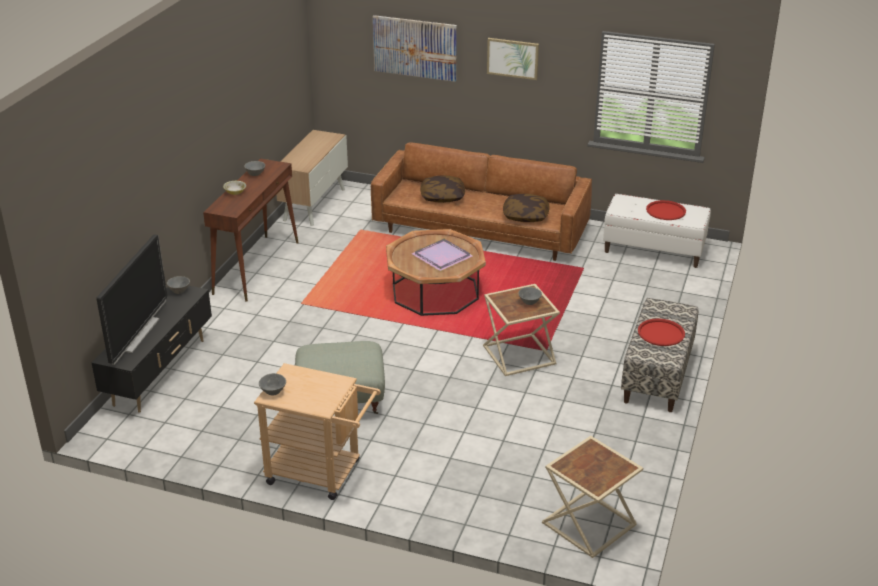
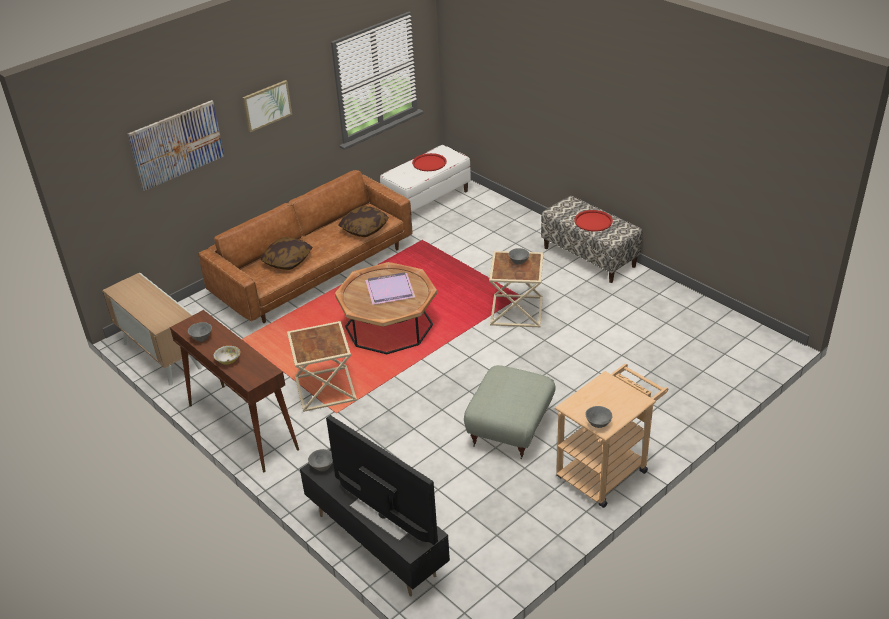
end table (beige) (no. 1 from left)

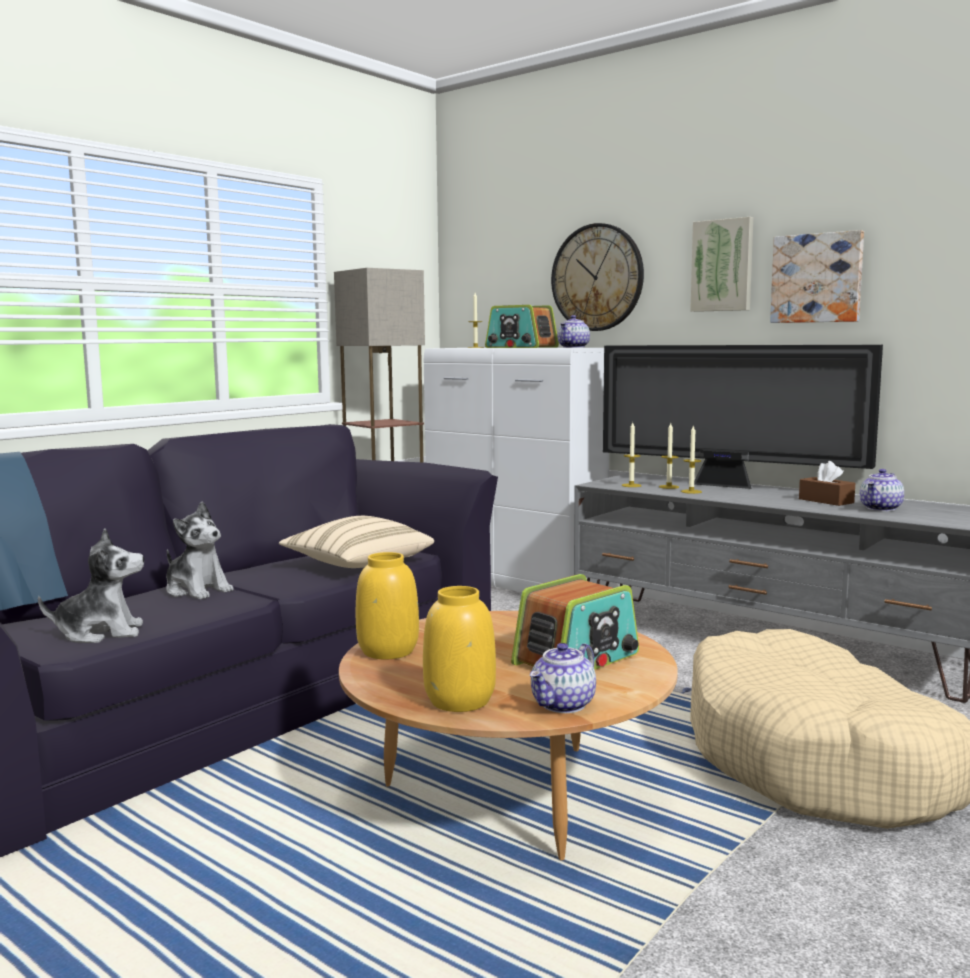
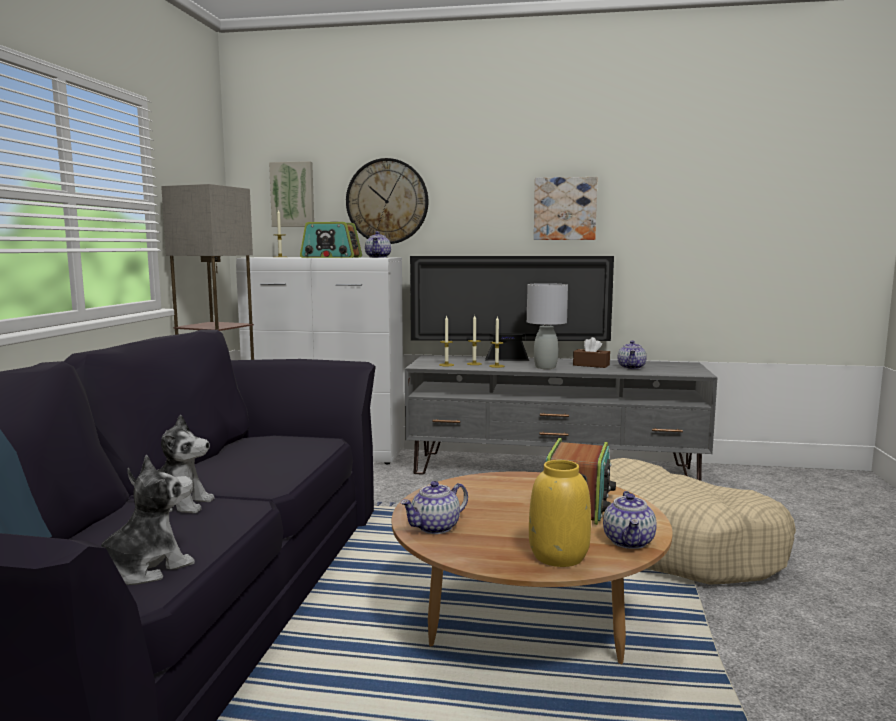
pillow (beige)
table lamp (greyish)
wall picture (no. 1 from left)
tea pot (no. 2 from left)

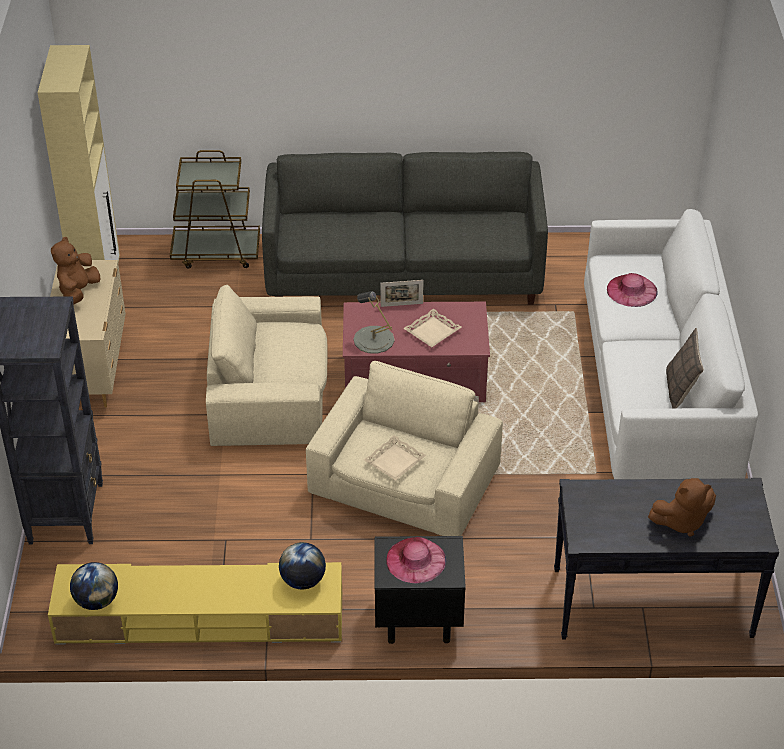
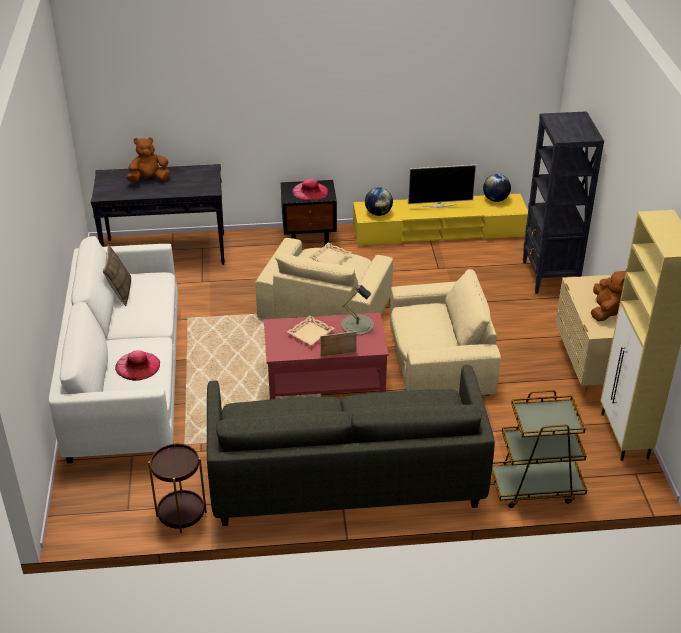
end table (brownish)
TV

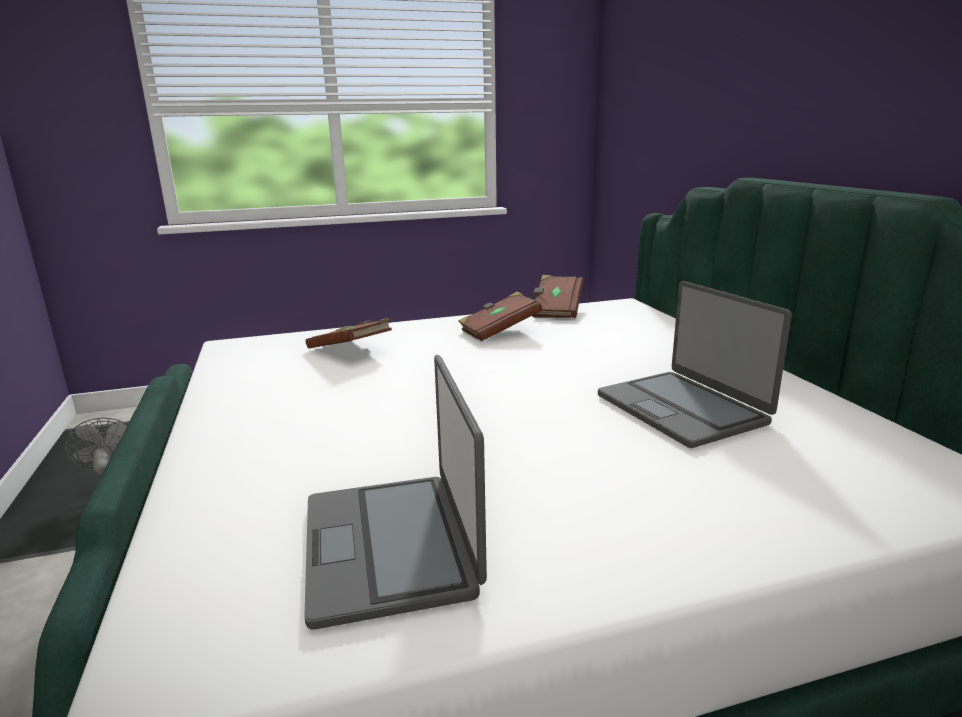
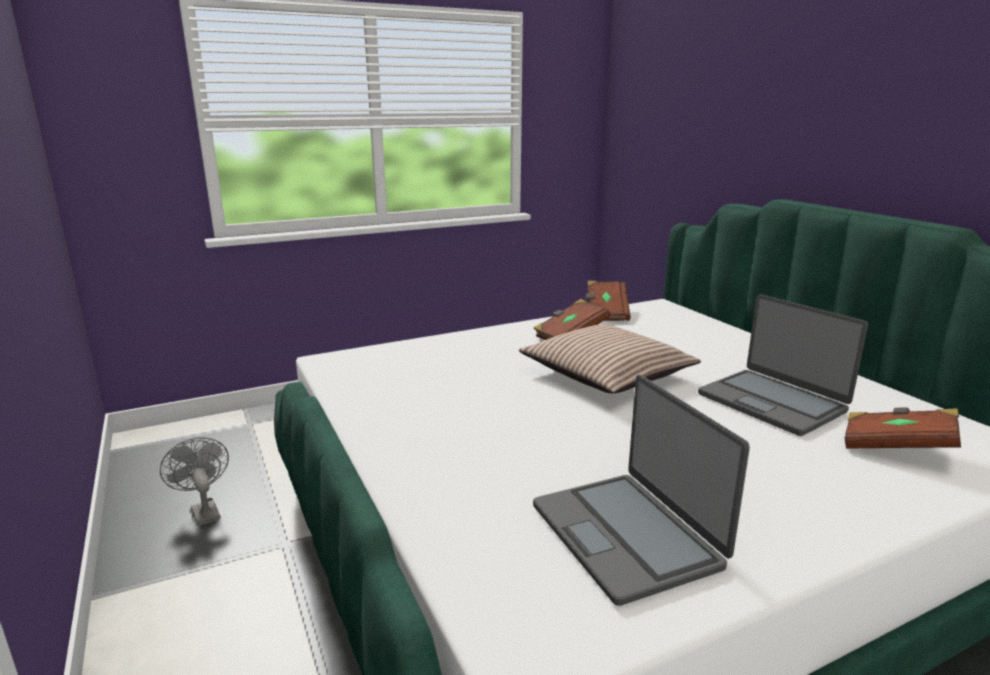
pillow
volume (brownish) (no. 3 from left)

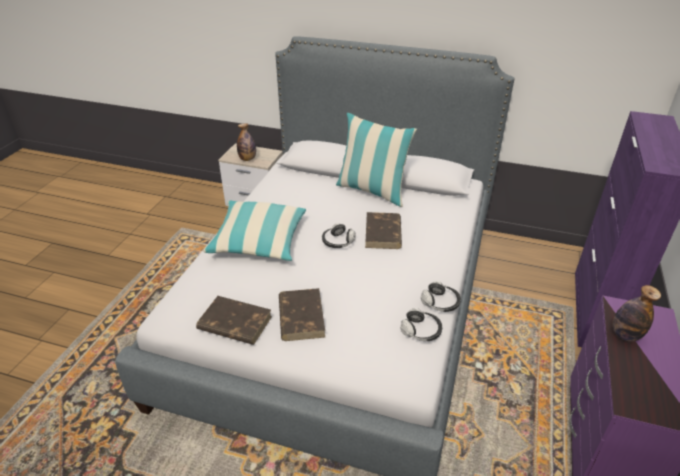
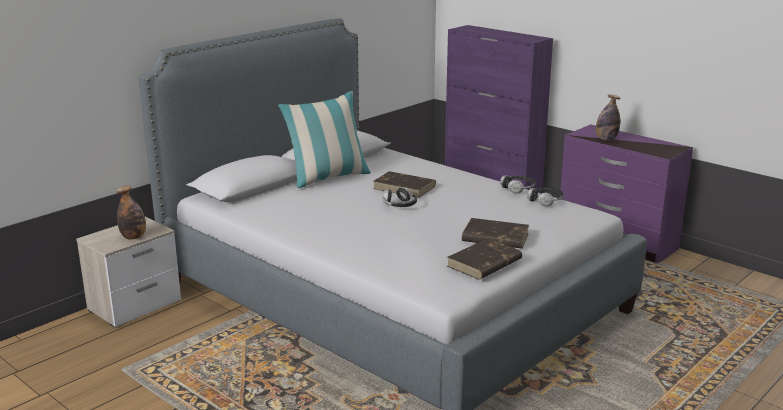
pillow (no. 1 from left in the first image)

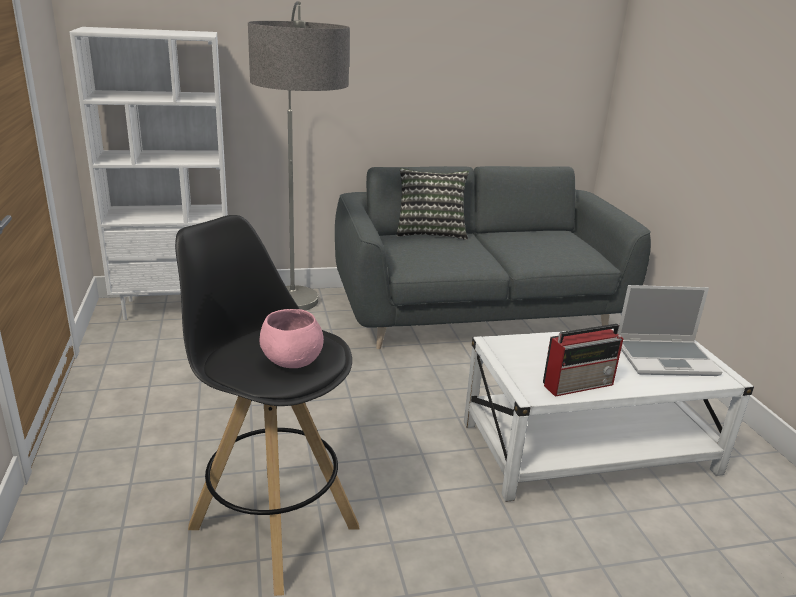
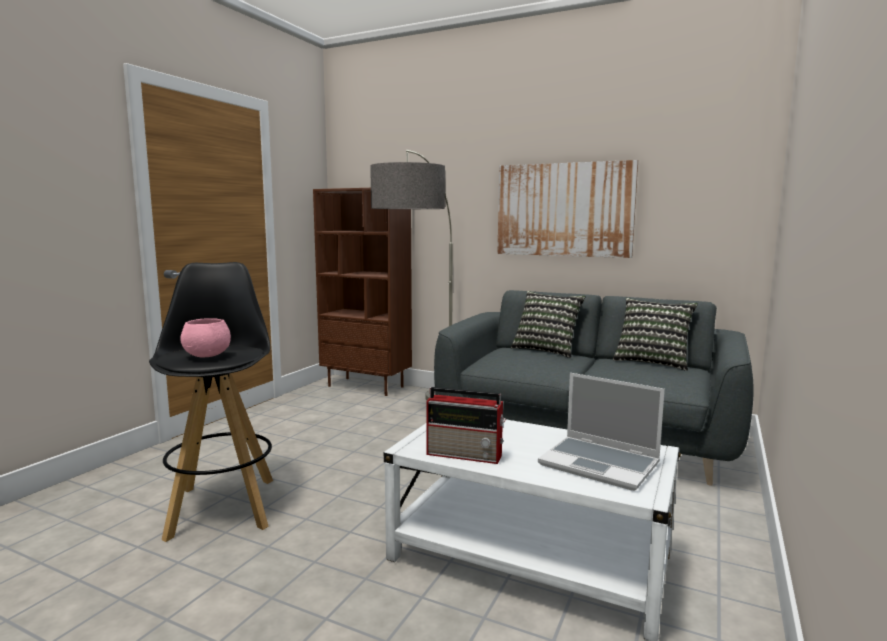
wall picture
pillow (no. 2 from left)
bookcase (brownish)

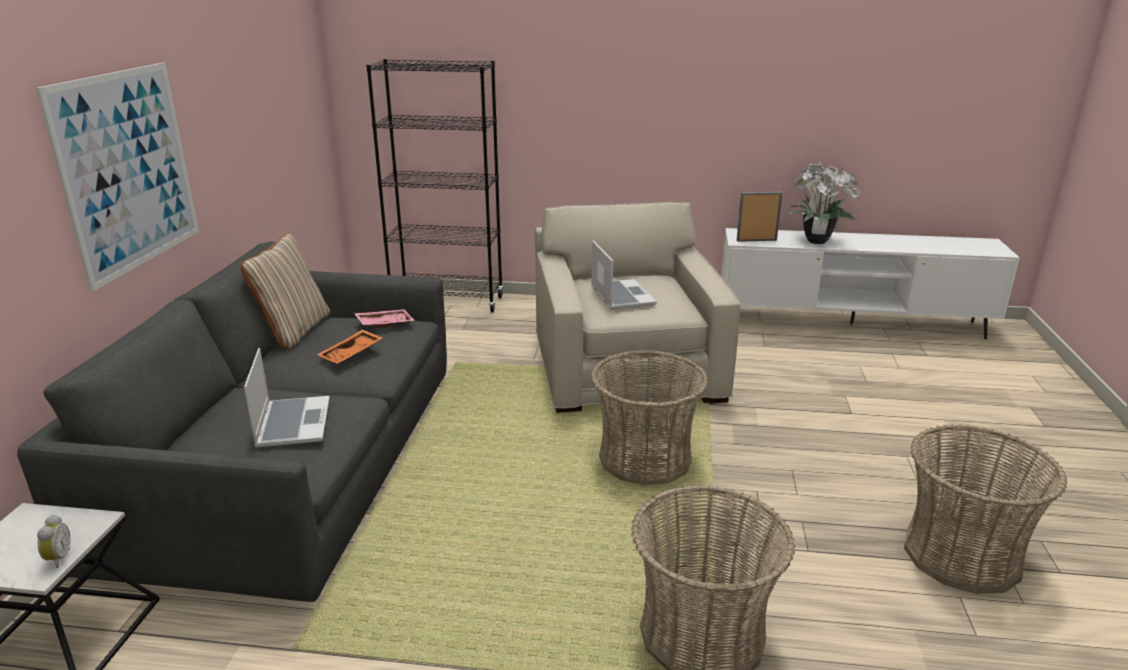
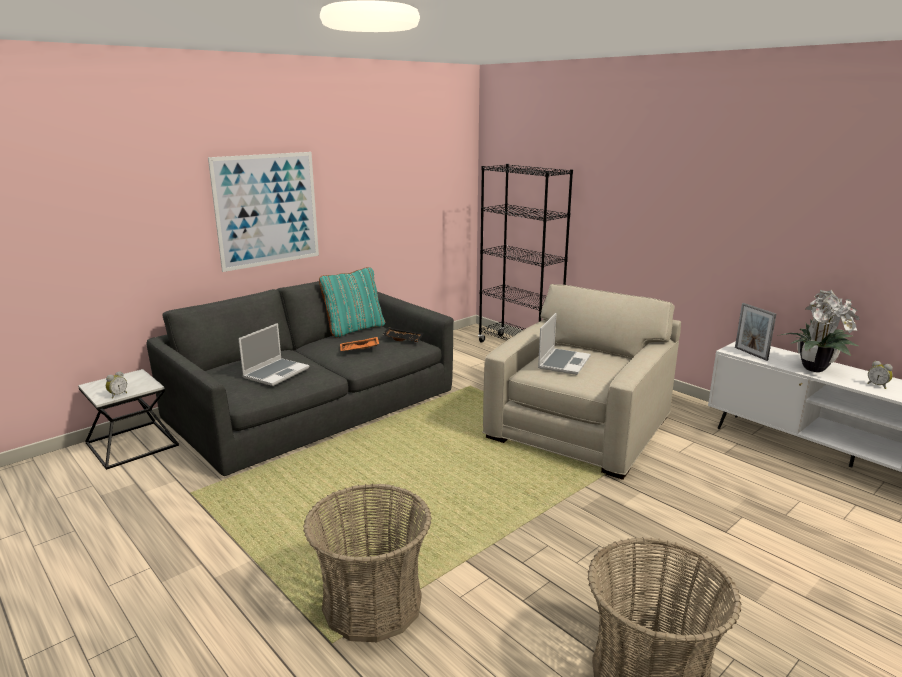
basket (no. 1 from left in the first image)
bedside clock (no. 2 from left)
pillow (turquoise-coloured)
carrying tray (black)
photo frame

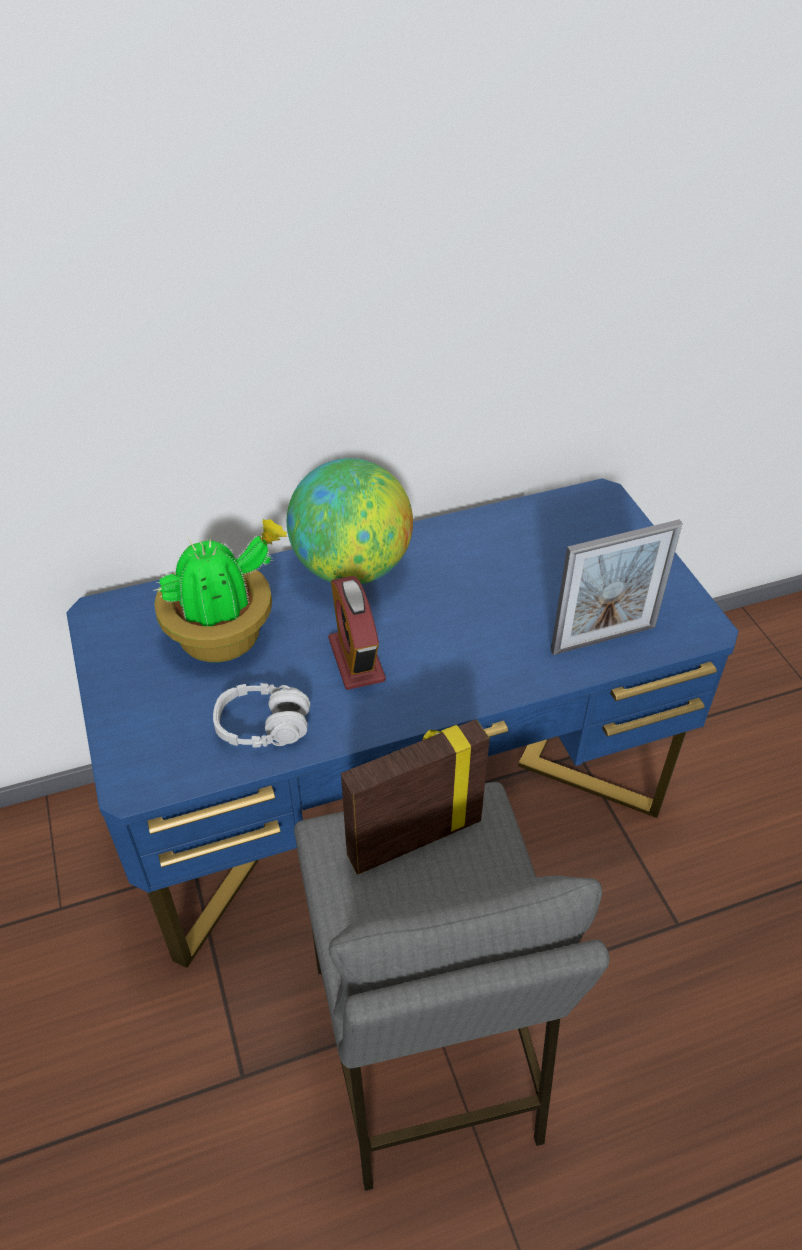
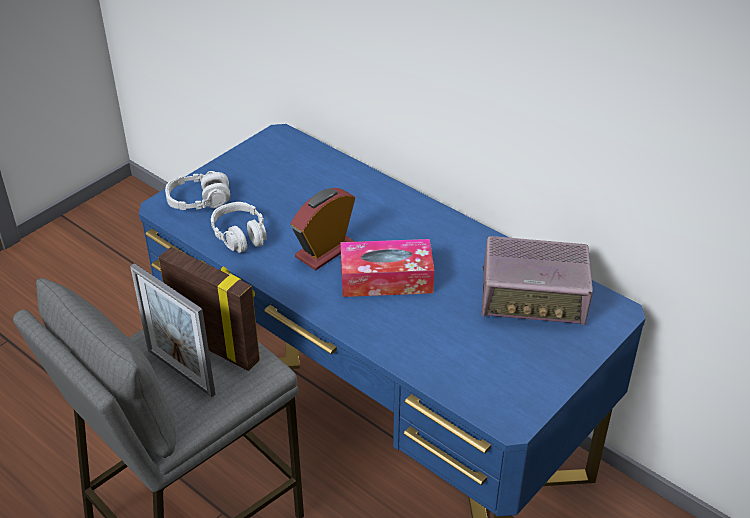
potted plant
world globe
headset (greyish) (no. 1 from left)
box of tissues
radio receiver
photo frame (no. 1 from left)

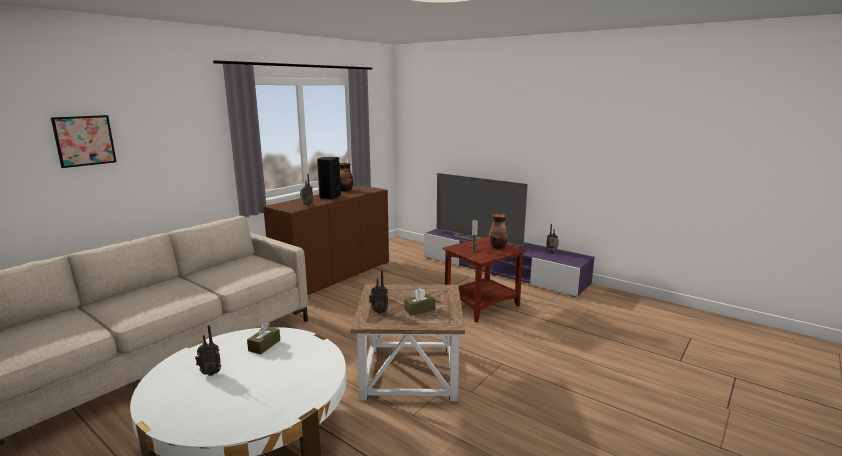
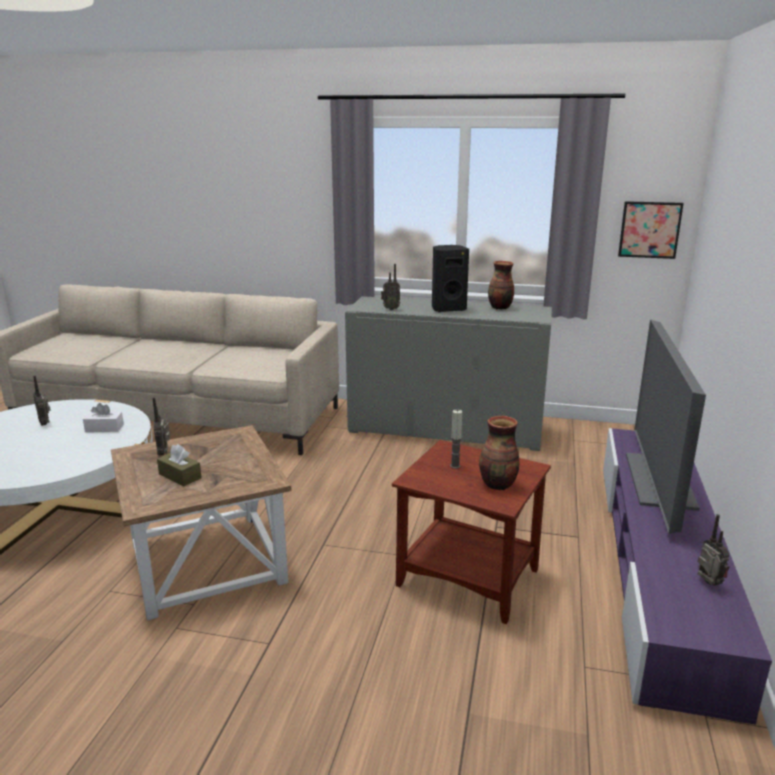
wall picture
box of tissues (white)
storage cabinet (greyish)

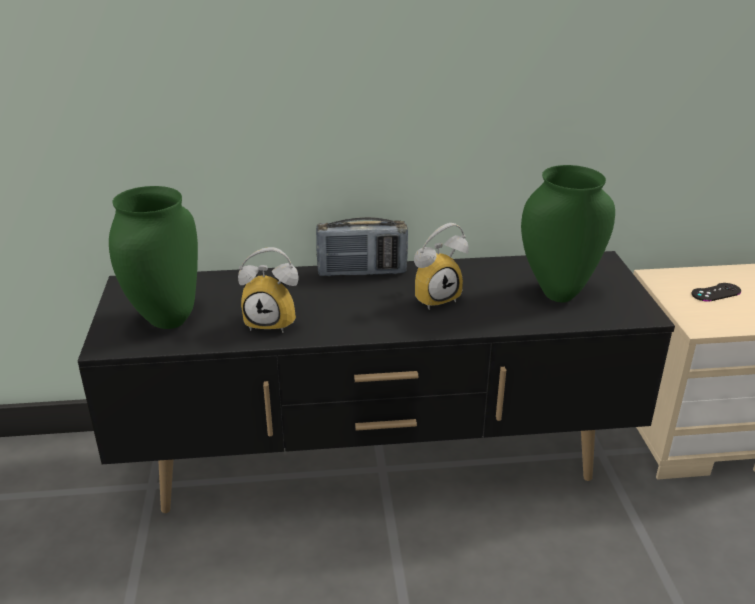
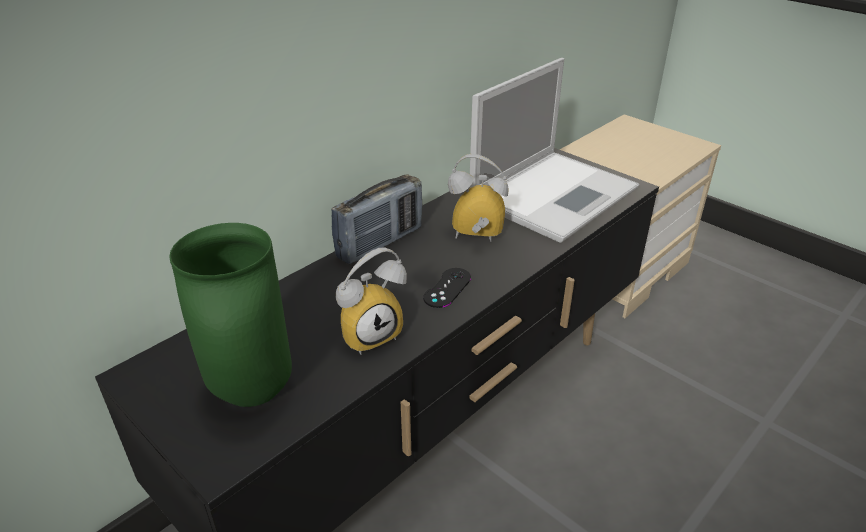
joypad (black)
laptop
bedside clock (no. 2 from left)

